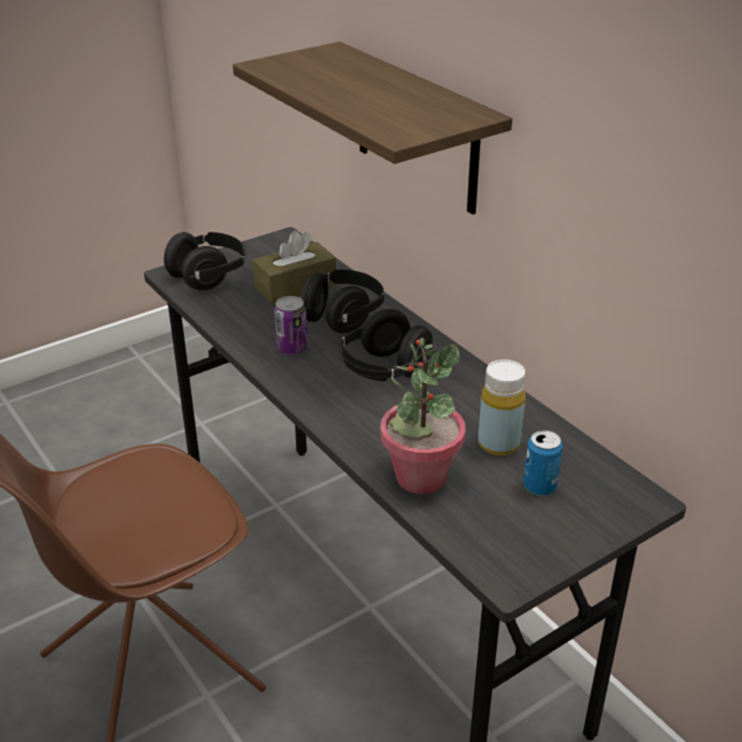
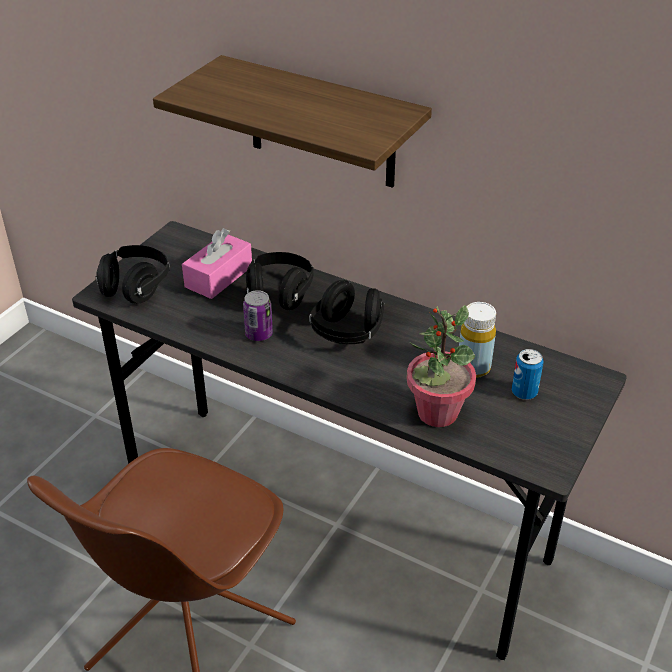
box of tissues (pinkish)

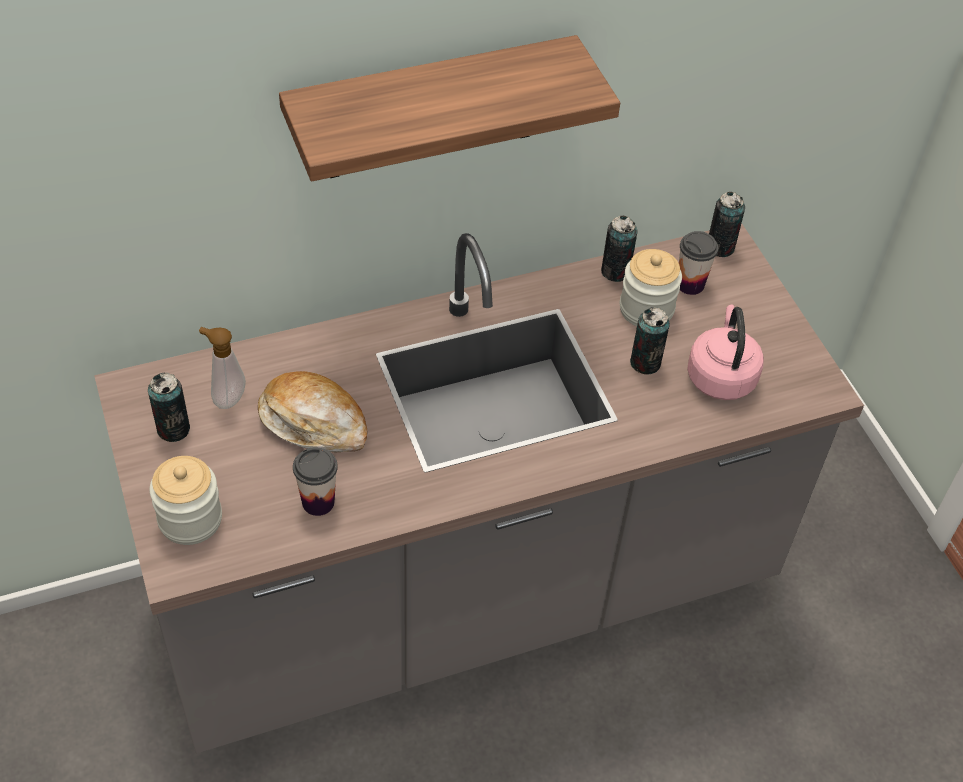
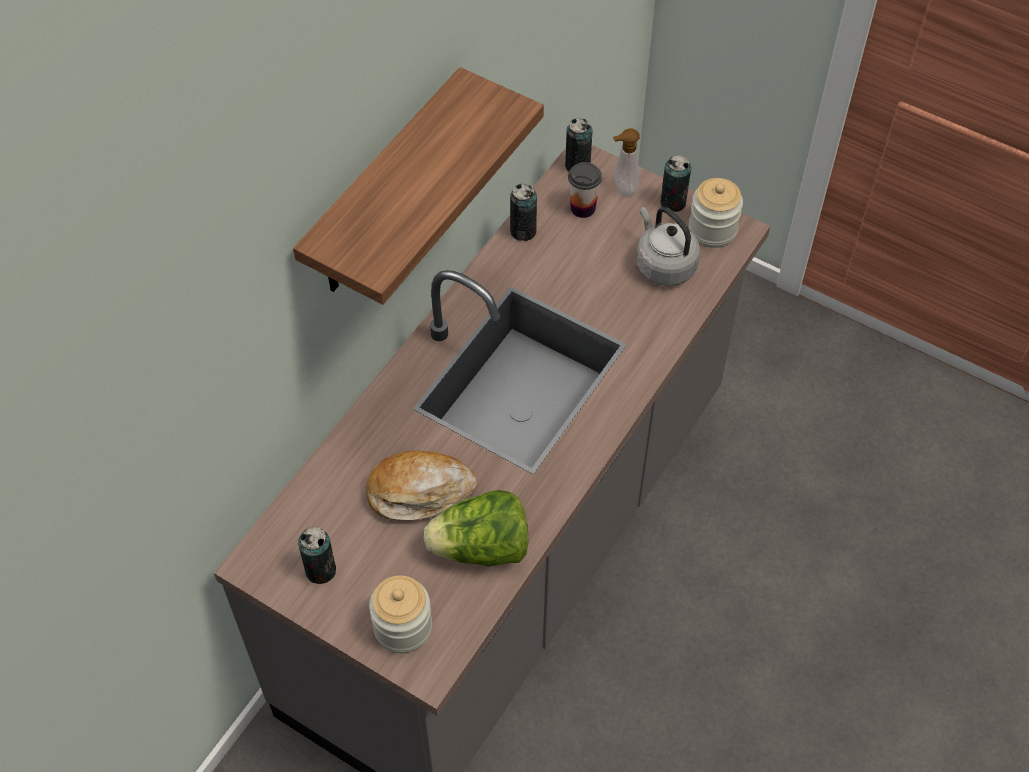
soap dispenser
storage jar (no. 2 from left)
can (no. 4 from left)
head of lettuce
kettle (greyish)

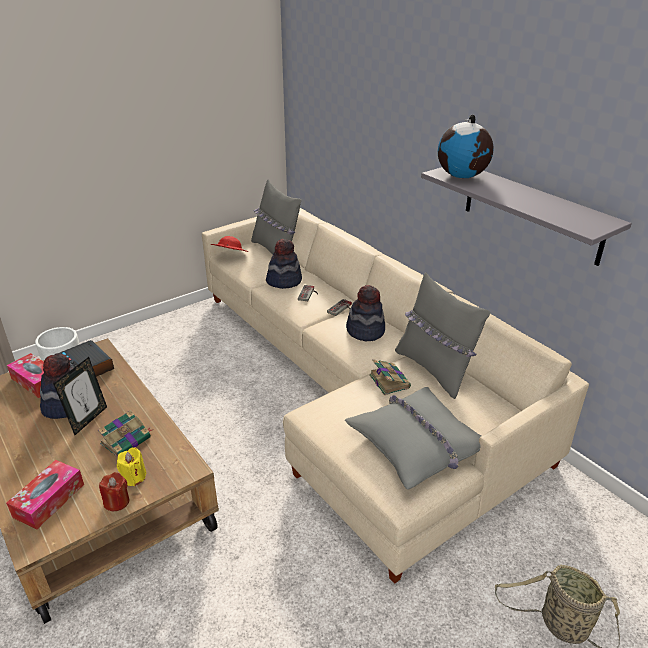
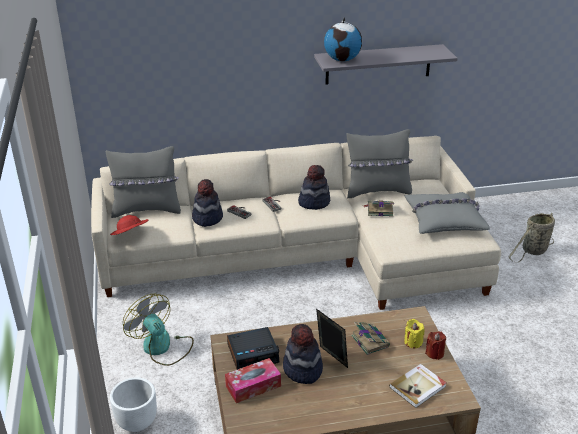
cooling fan
volume (no. 3 from left)

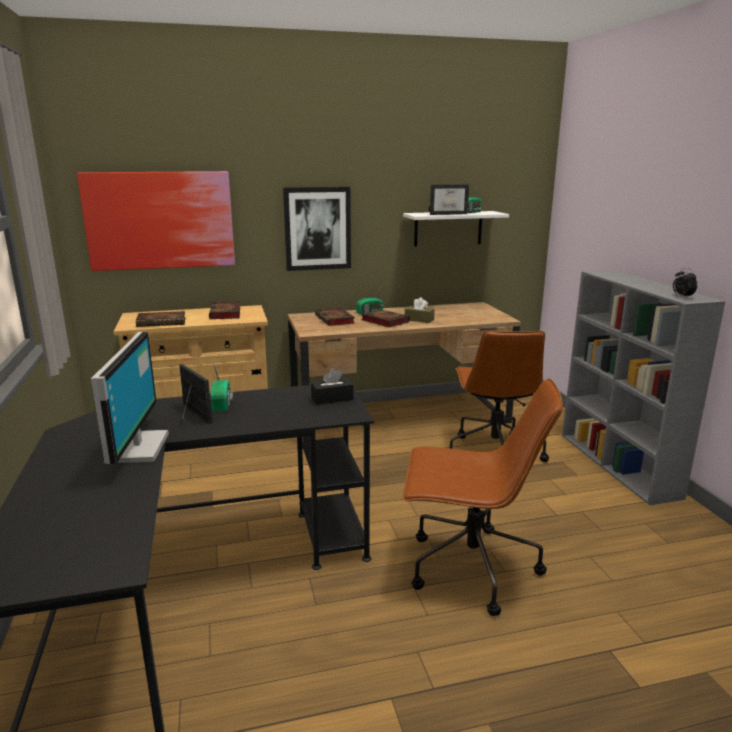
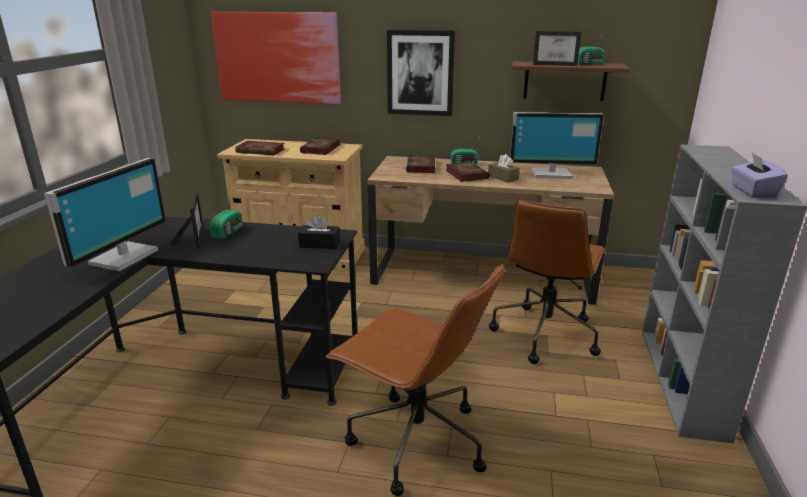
computer screen (no. 2 from left)
box of tissues (purplish)
wall shelf (brownish)

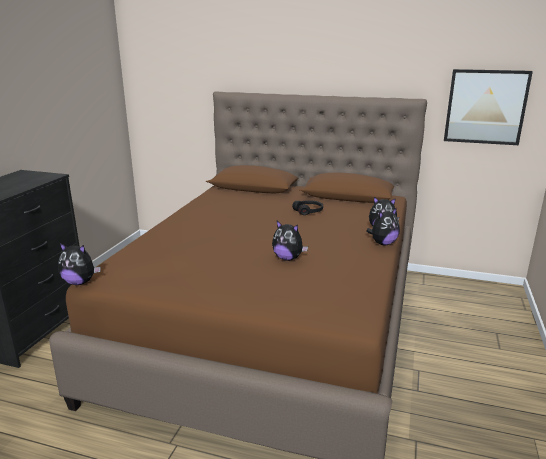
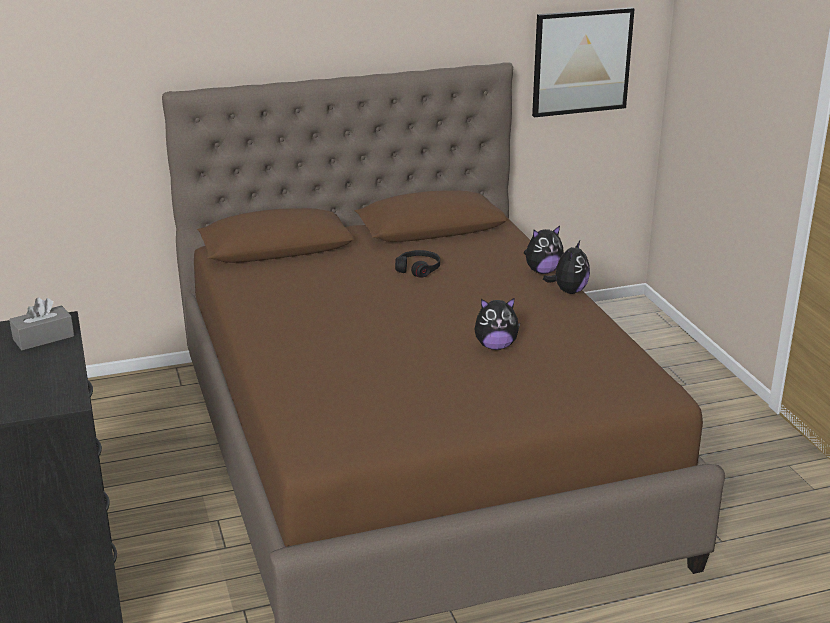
soft toy (no. 1 from left in the first image)
box of tissues (greyish)

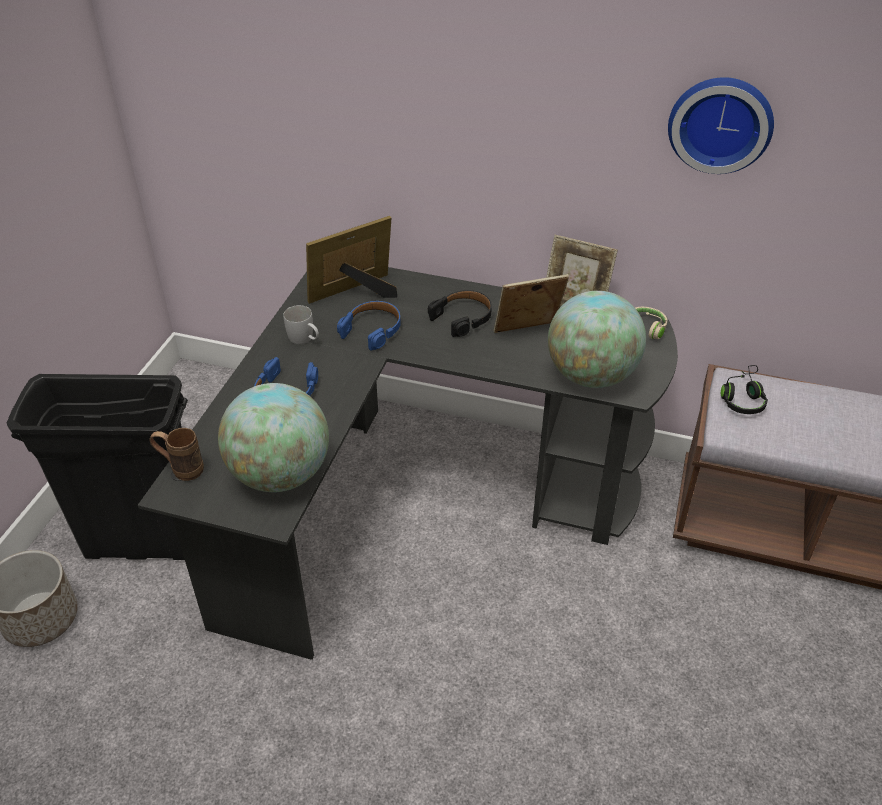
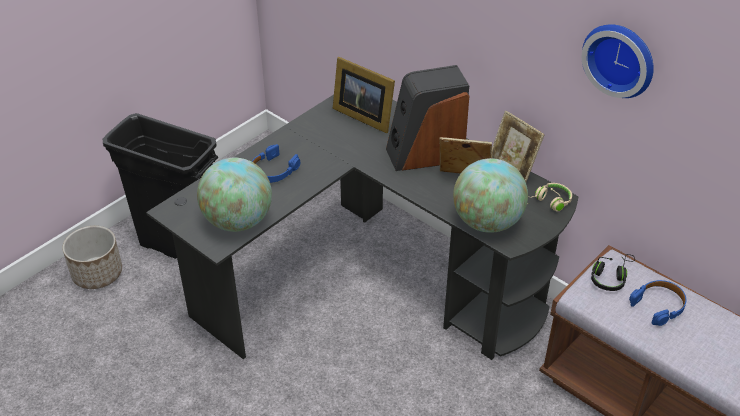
tea mug (brownish)
tea mug (white)
headset (blue) (no. 2 from left)
audio speaker
photo frame (no. 1 from left)

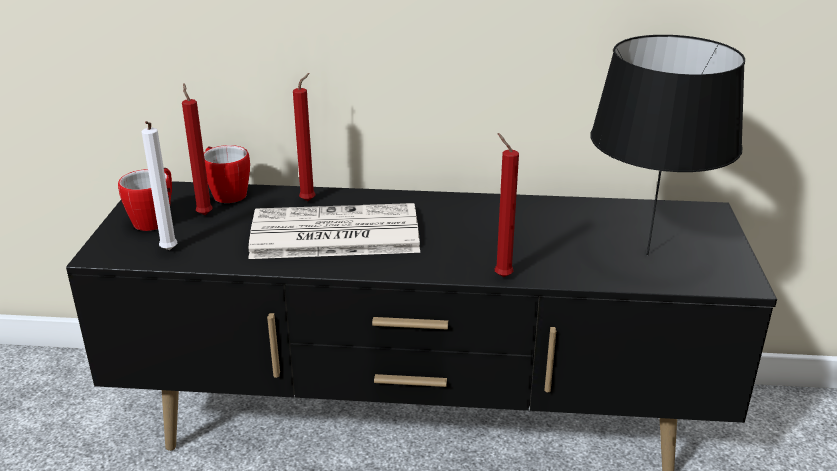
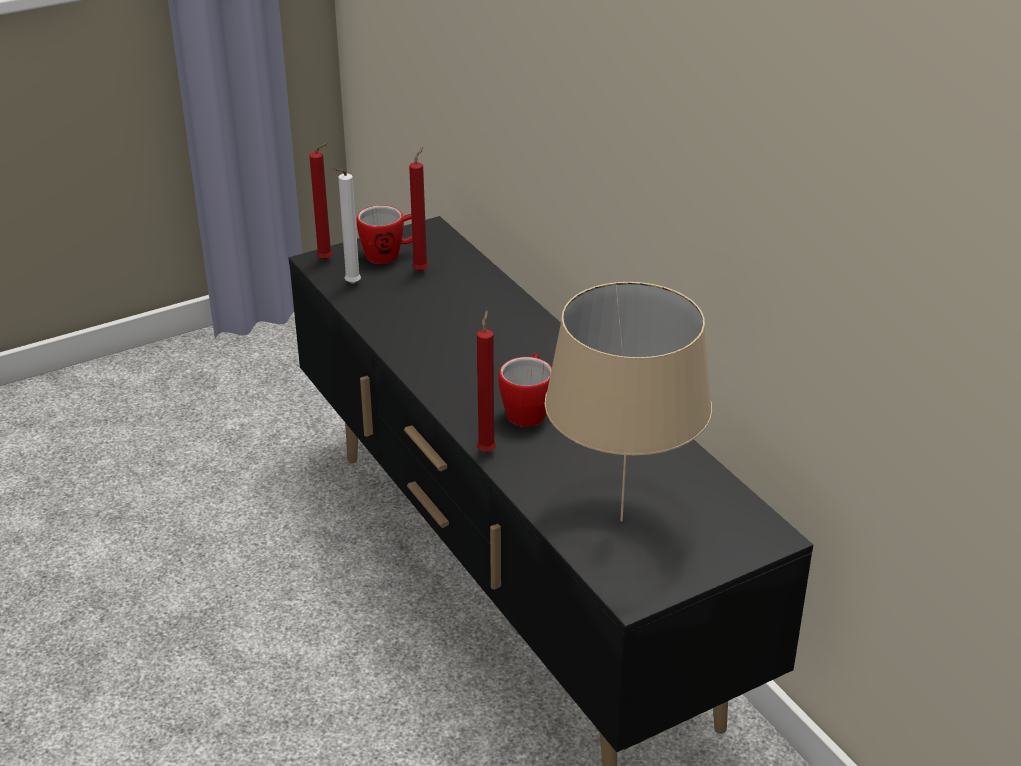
newspaper
tea mug (no. 2 from left)
candle (red-coloured) (no. 1 from left)
table lamp (beige)

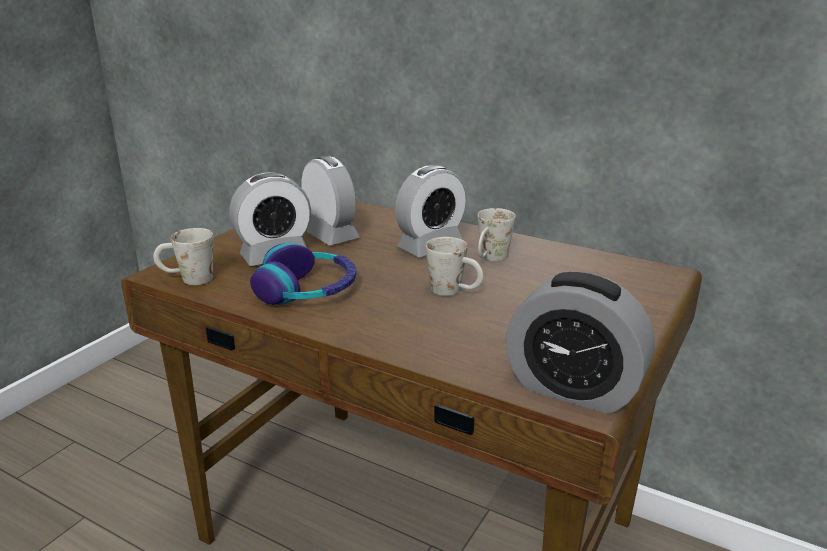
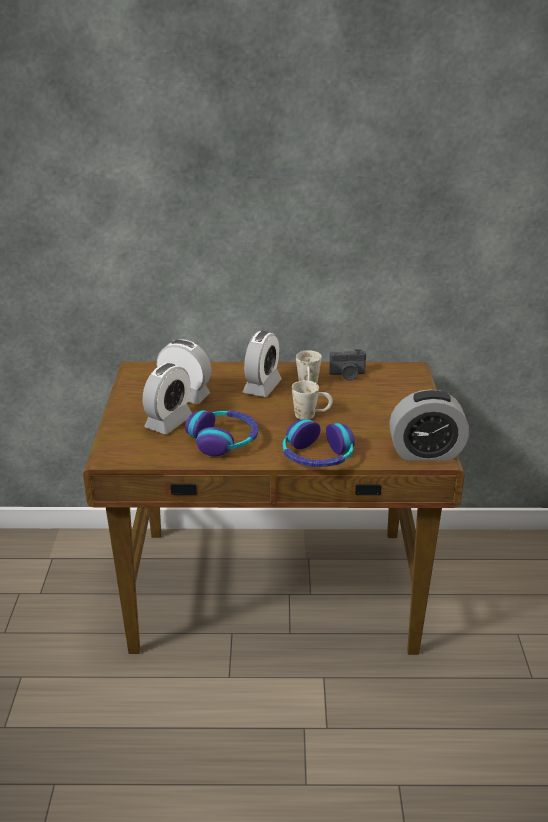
tea mug (white) (no. 1 from left in the first image)
headset (no. 2 from left)
photo camera

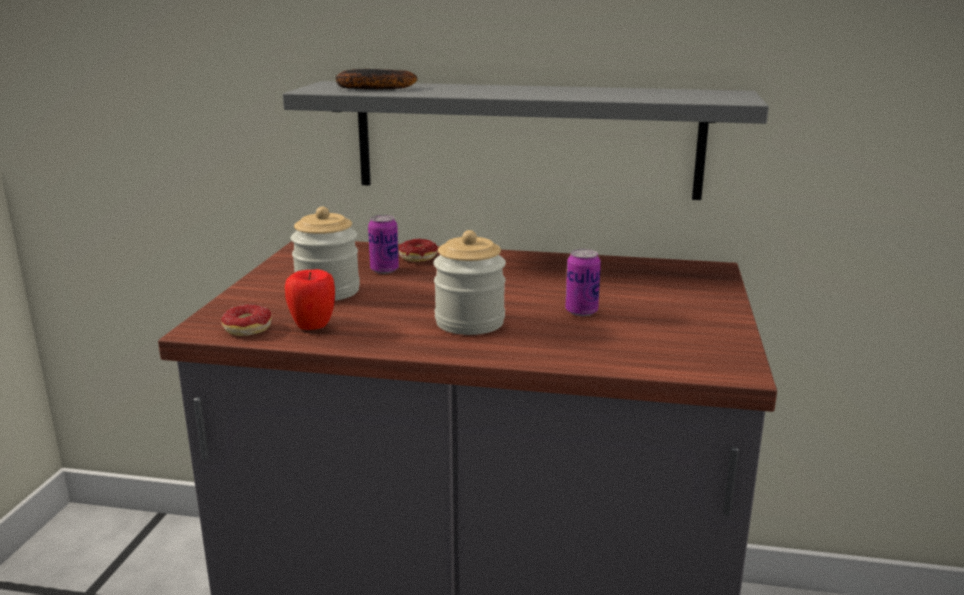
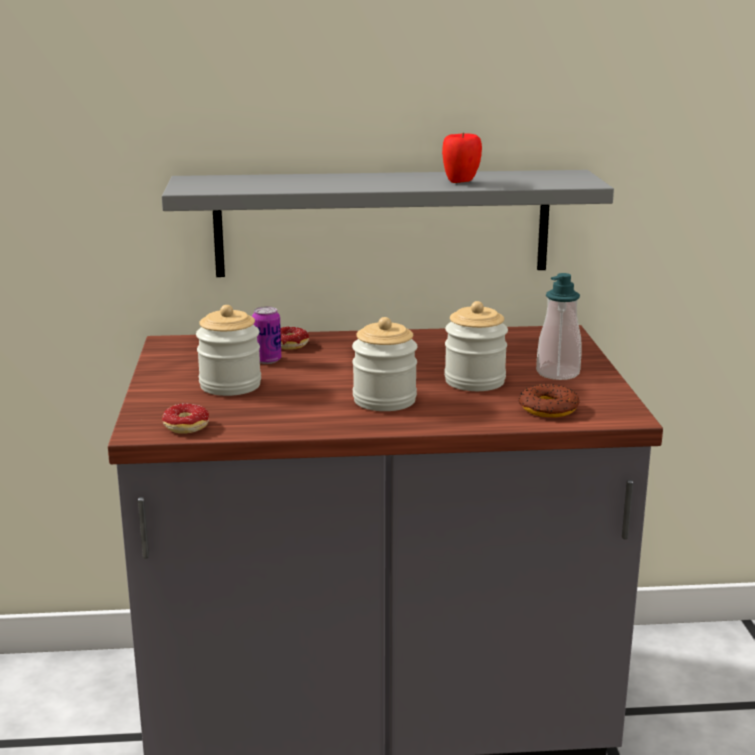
whole banana
donut (no. 3 from left)
soap dispenser
whole apple
storage jar (no. 3 from left)

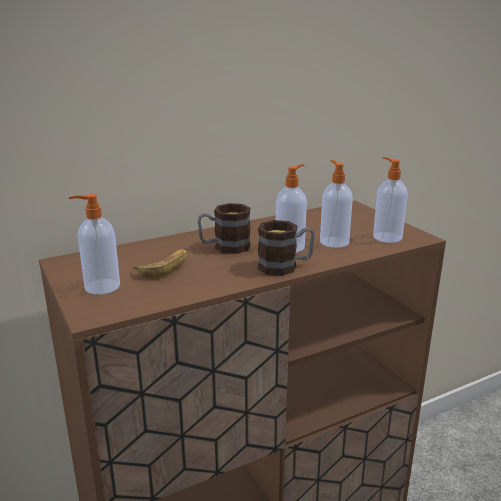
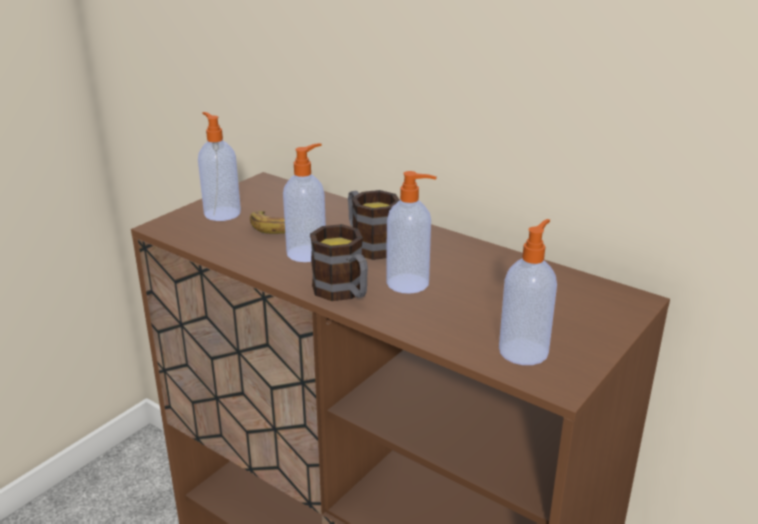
soap dispenser (no. 2 from left)

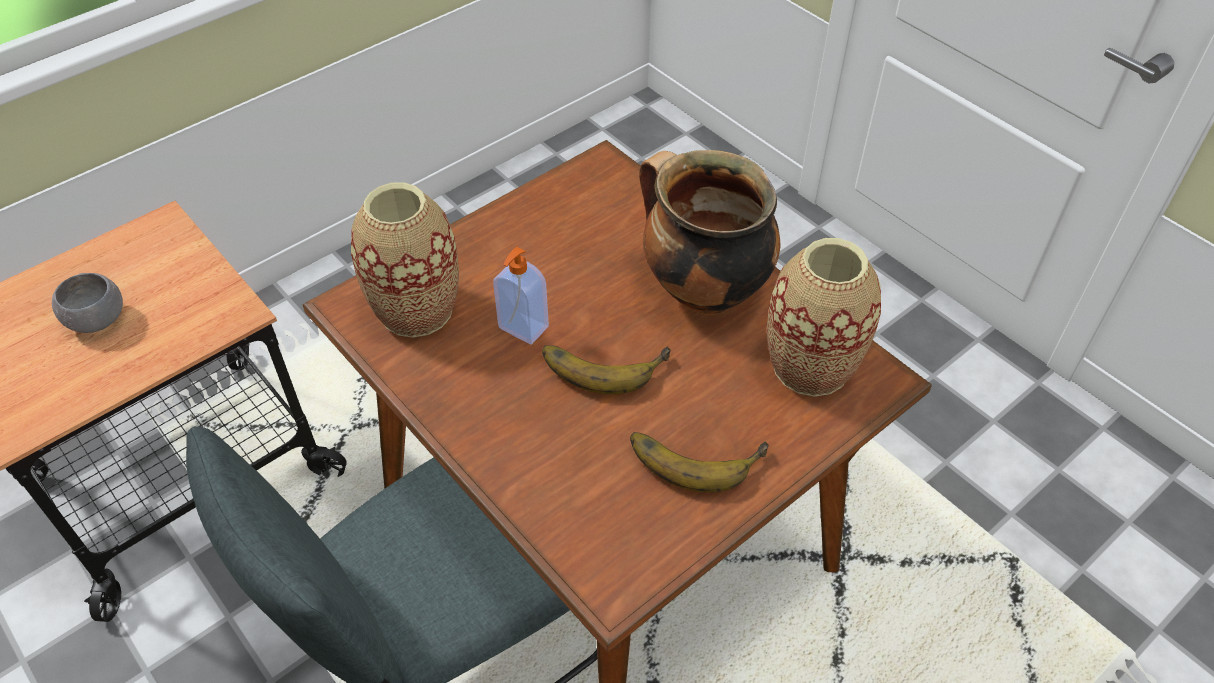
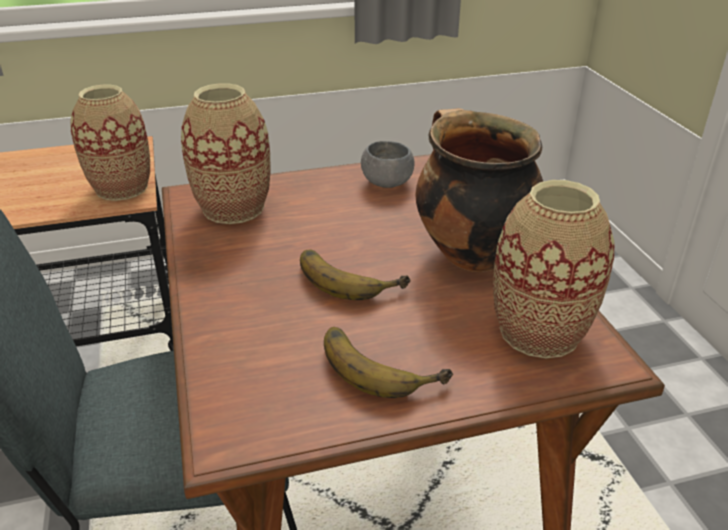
soap dispenser
vase (no. 1 from left)
bowl (greyish)

